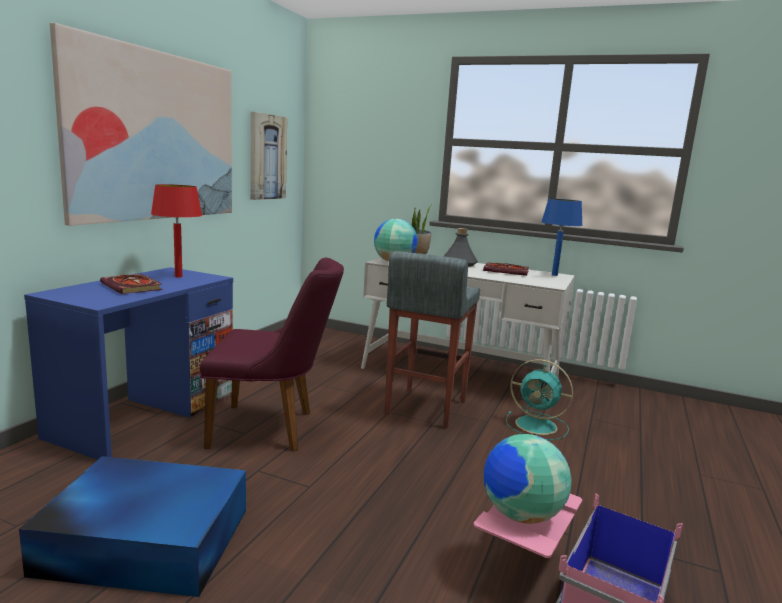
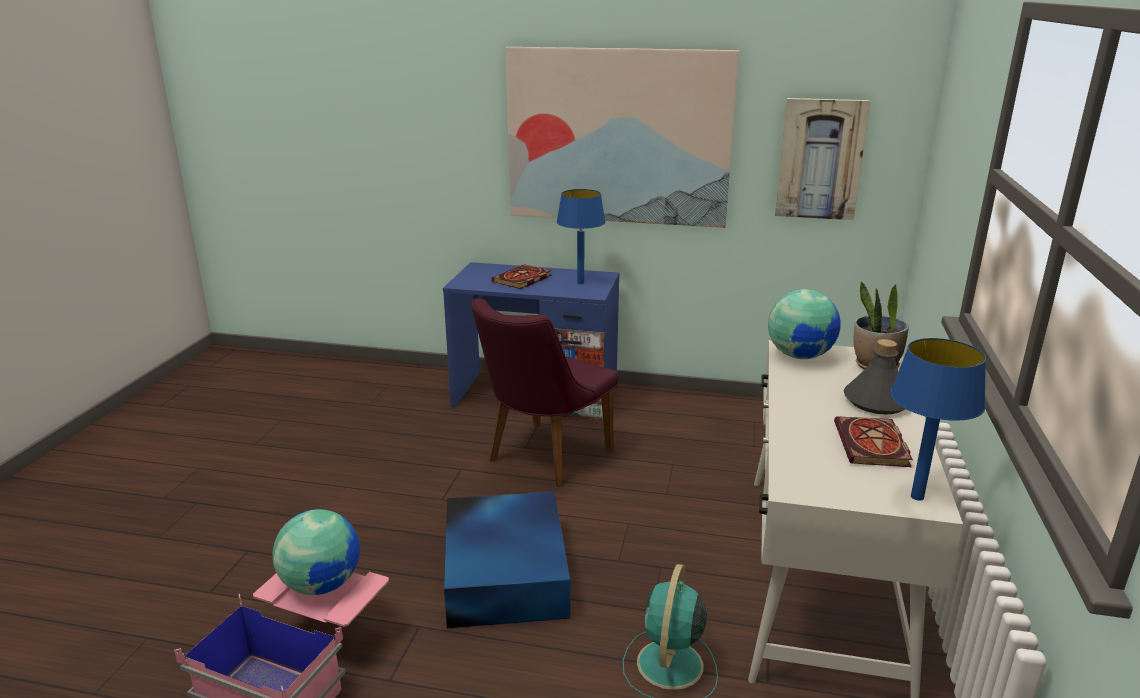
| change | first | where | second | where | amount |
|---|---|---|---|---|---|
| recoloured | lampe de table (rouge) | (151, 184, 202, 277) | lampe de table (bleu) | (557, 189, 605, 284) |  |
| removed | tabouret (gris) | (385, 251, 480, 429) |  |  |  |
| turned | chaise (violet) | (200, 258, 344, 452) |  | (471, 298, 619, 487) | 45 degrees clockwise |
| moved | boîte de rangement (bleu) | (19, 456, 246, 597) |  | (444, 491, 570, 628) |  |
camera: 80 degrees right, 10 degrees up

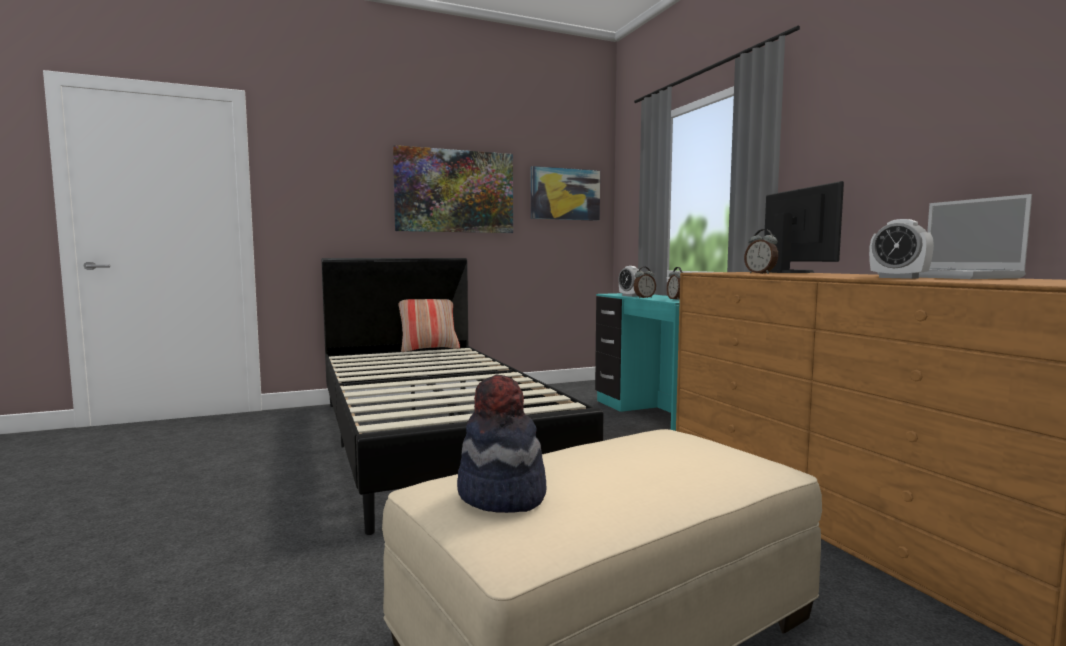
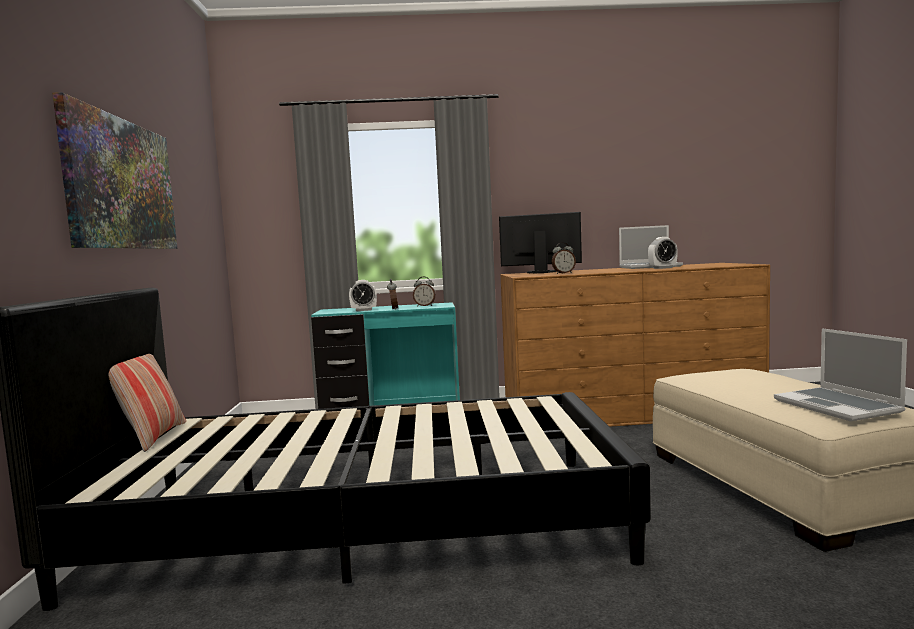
| change | first | where | second | where | amount |
|---|---|---|---|---|---|
| removed | tableau | (531, 166, 600, 221) |  |  |  |
| replaced | chapeau | (457, 374, 547, 513) | ordinateur portable | (774, 328, 907, 422) |  |
camera: 70 degrees left, 0 degrees up

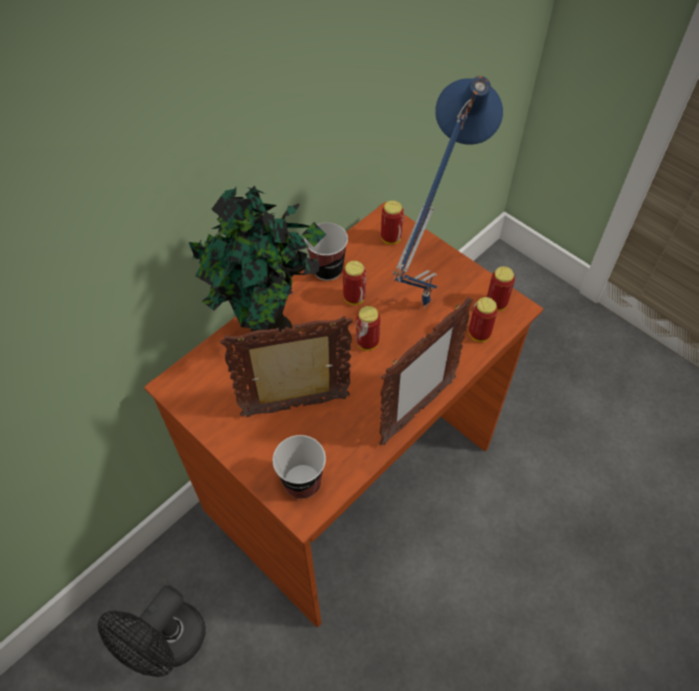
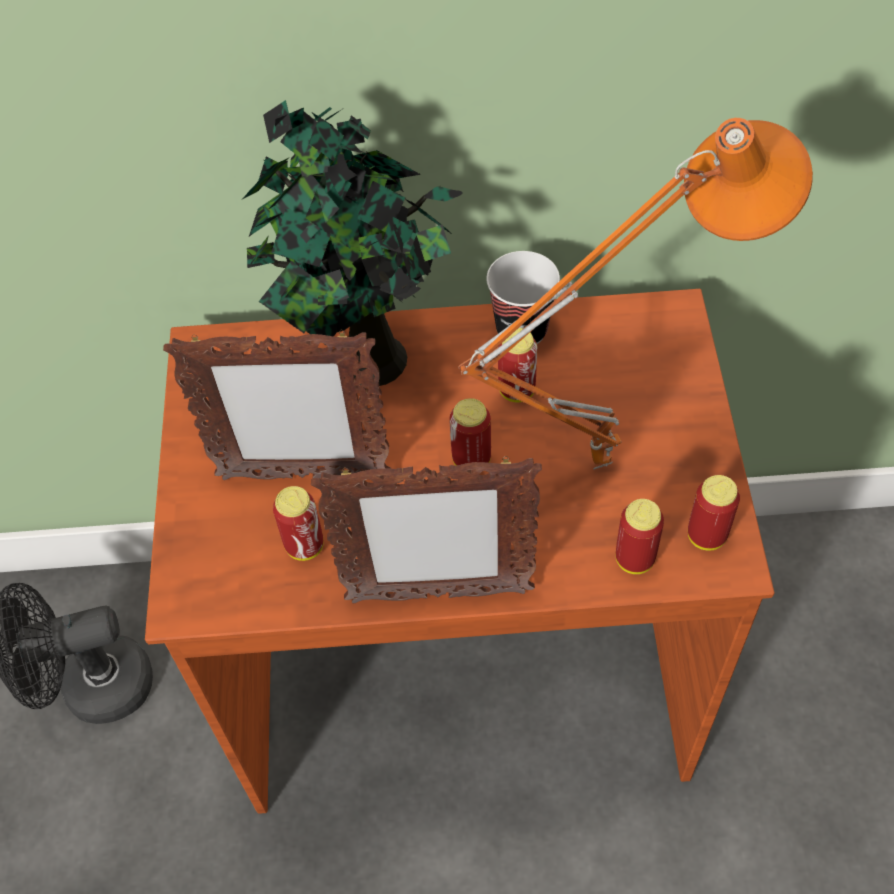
| change | first | where | second | where | amount |
|---|---|---|---|---|---|
| recoloured | lampe de table (bleu) | (393, 76, 503, 309) | lampe de table (orange) | (459, 118, 813, 470) |  |
| moved | boîte métallique | (381, 201, 404, 244) |  | (273, 486, 324, 561) |  |
| turned | cadre photo | (220, 316, 353, 417) |  | (163, 329, 392, 480) | 150 degrees clockwise |
| removed | tasse | (273, 435, 326, 499) |  |  |  |
camera: 45 degrees right, 0 degrees up

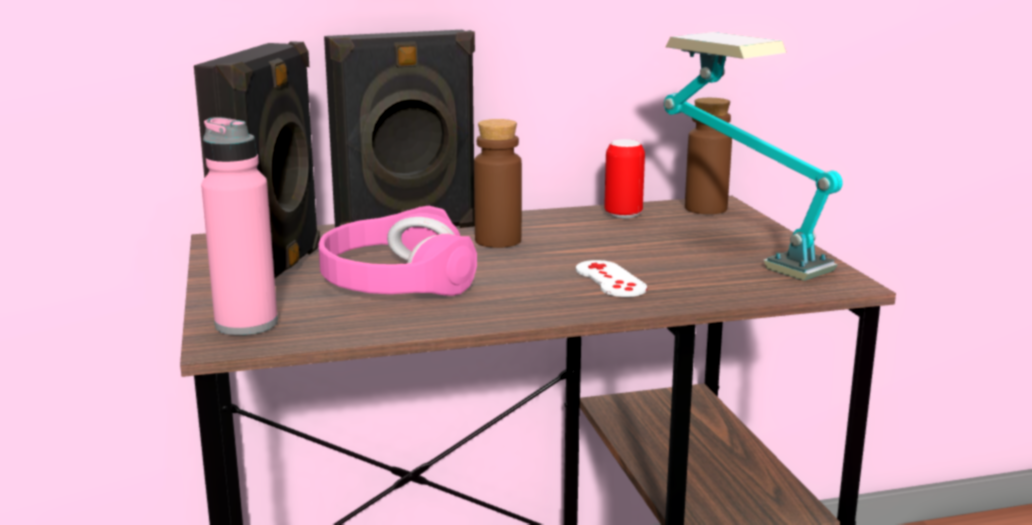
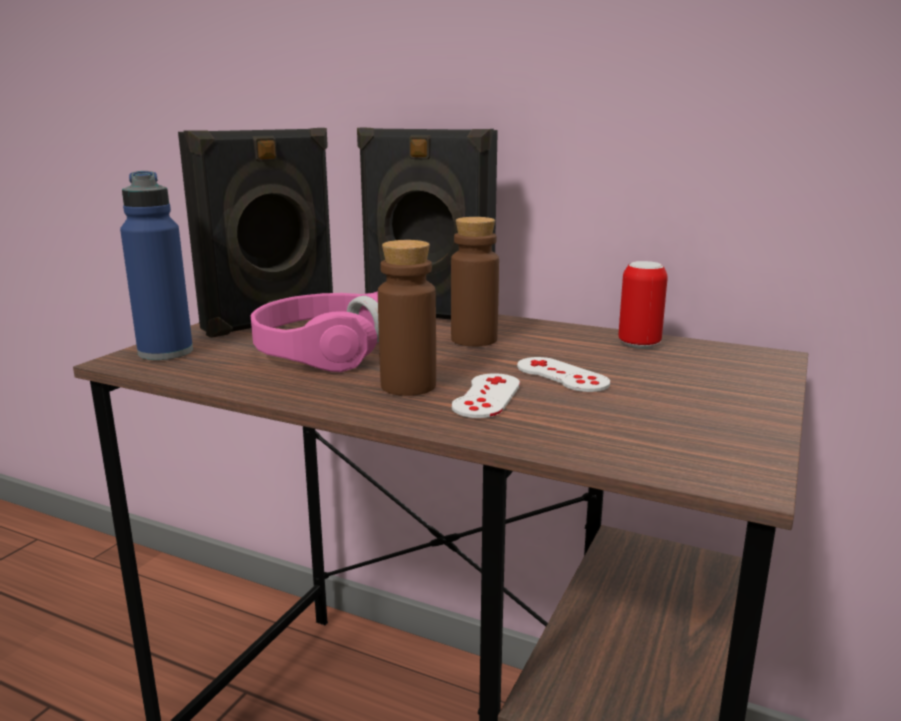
| change | first | where | second | where | amount |
|---|---|---|---|---|---|
| removed | lampe de table | (664, 32, 843, 281) |  |  |  |
| moved | bouteille (marron) | (685, 98, 732, 214) |  | (378, 240, 436, 396) |  |
| recoloured | bouteille (rose) | (201, 117, 278, 335) | bouteille (bleu) | (120, 171, 193, 360) |  |
| added |  |  | manette (blanc) | (517, 357, 610, 392) |  |
camera: 40 degrees right, 0 degrees up

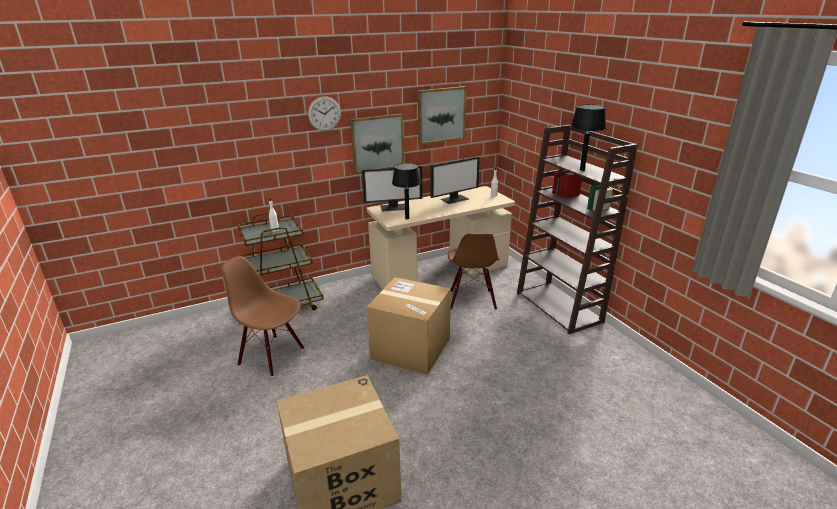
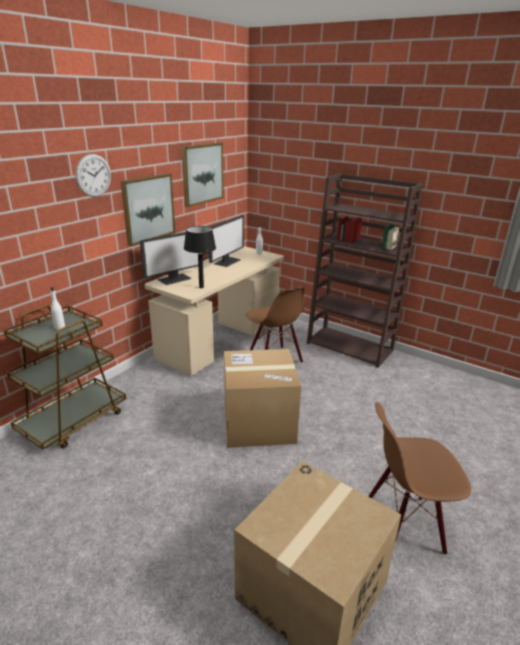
| change | first | where | second | where | amount |
|---|---|---|---|---|---|
| removed | lampe de table (noir) | (571, 104, 606, 171) |  |  |  |
| moved | chaise (marron) | (221, 256, 304, 377) |  | (369, 402, 471, 555) |  |
camera: 30 degrees left, 0 degrees up

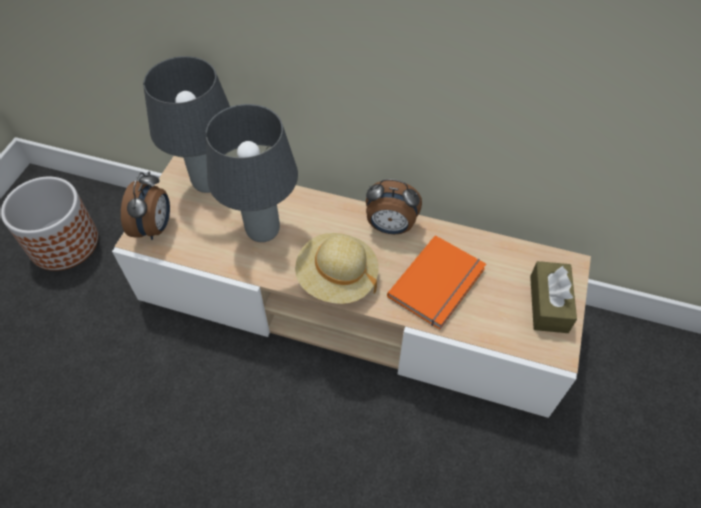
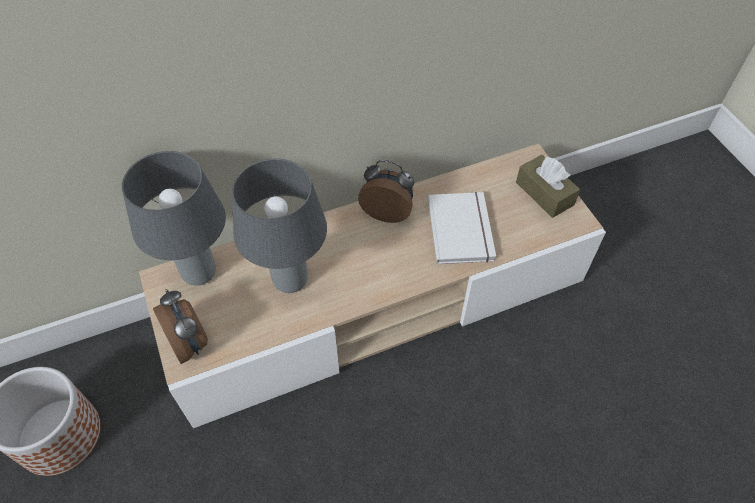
| change | first | where | second | where | amount |
|---|---|---|---|---|---|
| turned | réveil | (366, 179, 422, 234) |  | (358, 160, 414, 223) | 135 degrees counterclockwise |
| removed | chapeau (beige) | (295, 233, 379, 304) |  |  |  |
| recoloured | livre (orange) | (387, 235, 486, 329) | livre (blanc) | (428, 192, 496, 264) |  |
camera: 40 degrees left, 0 degrees up

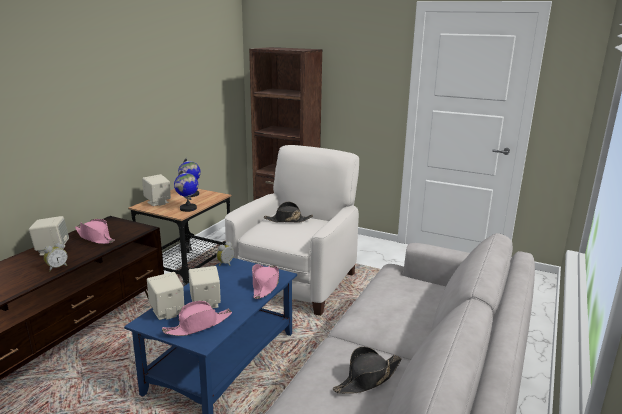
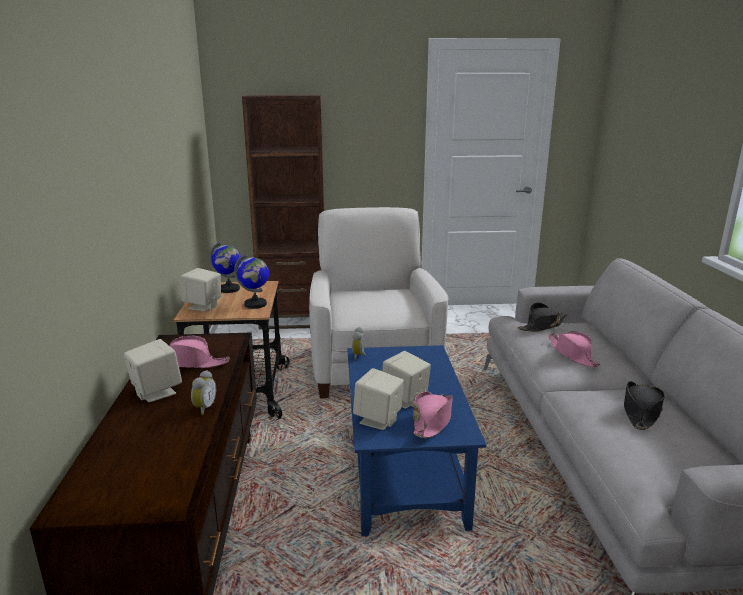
| change | first | where | second | where | amount |
|---|---|---|---|---|---|
| moved | chapeau (noir) | (264, 202, 313, 223) |  | (517, 302, 568, 332) |  |
| moved | chapeau (rose) | (252, 264, 279, 299) |  | (548, 331, 601, 367) |  |
camera: 30 degrees left, 0 degrees up

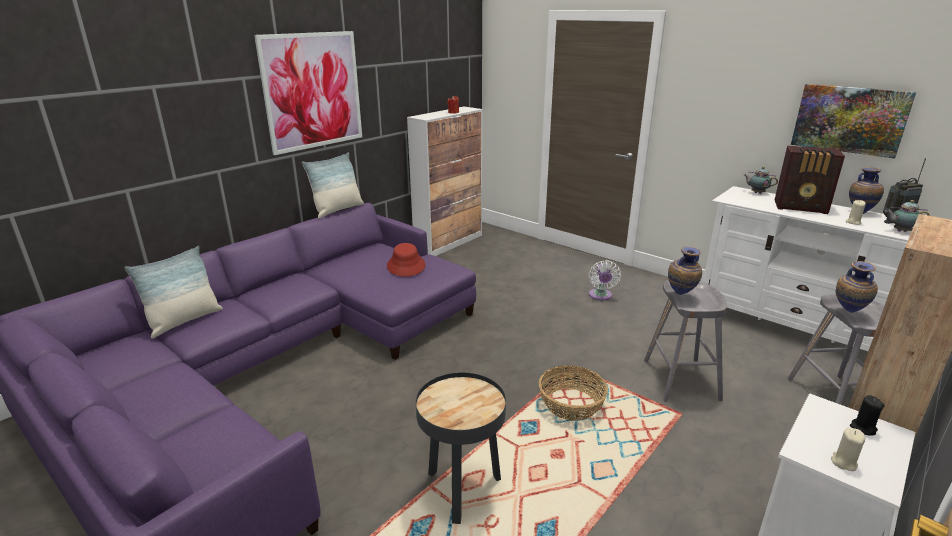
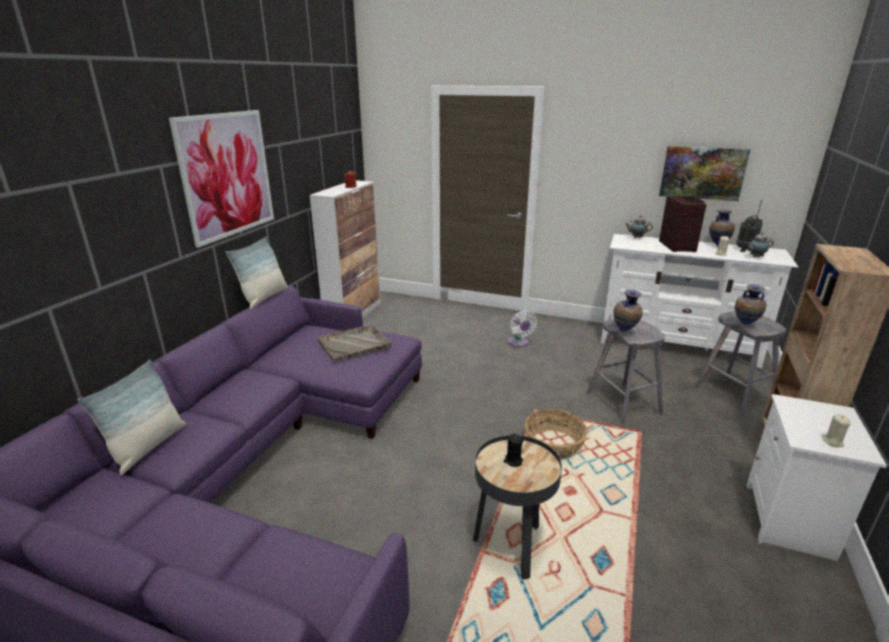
| change | first | where | second | where | amount |
|---|---|---|---|---|---|
| turned | radio | (775, 146, 845, 214) |  | (659, 196, 707, 252) | 90 degrees counterclockwise |
| replaced | chapeau (rouge) | (387, 243, 425, 277) | plateau (gris) | (317, 324, 391, 362) |  |
| moved | bougie (noir) | (850, 395, 885, 436) |  | (503, 434, 523, 467) |  |
camera: 20 degrees left, 0 degrees up

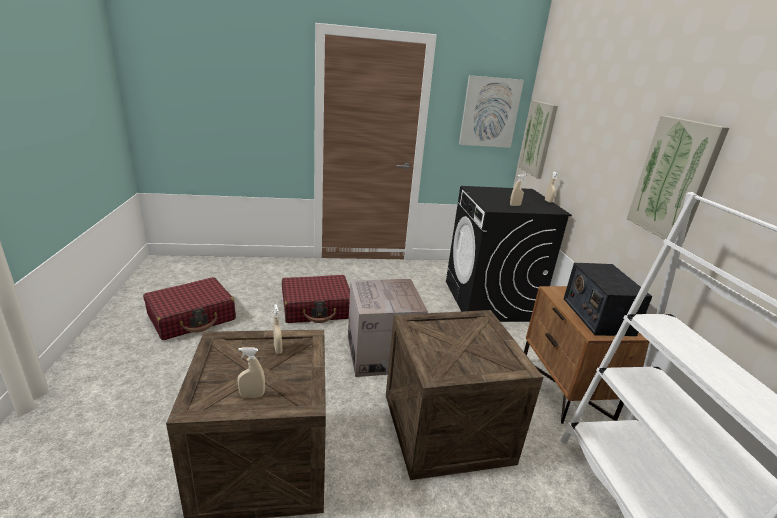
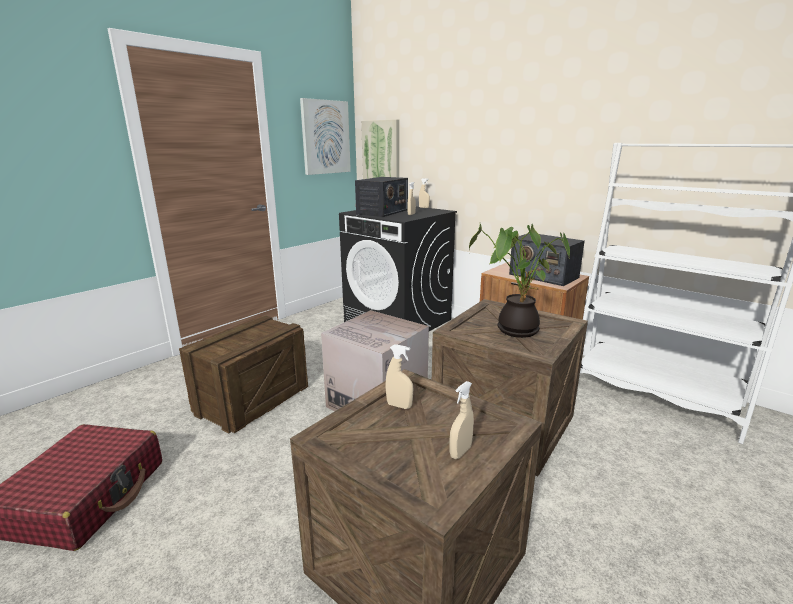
| change | first | where | second | where | amount |
|---|---|---|---|---|---|
| removed | tableau | (627, 116, 729, 243) |  |  |  |
| replaced | valise (rouge) | (282, 275, 350, 323) | caisse | (179, 315, 308, 433) |  |
| added |  |  | radio | (355, 177, 408, 217) |  |
| added |  |  | plante en pot | (469, 223, 570, 338) |  |
camera: 40 degrees left, 5 degrees down

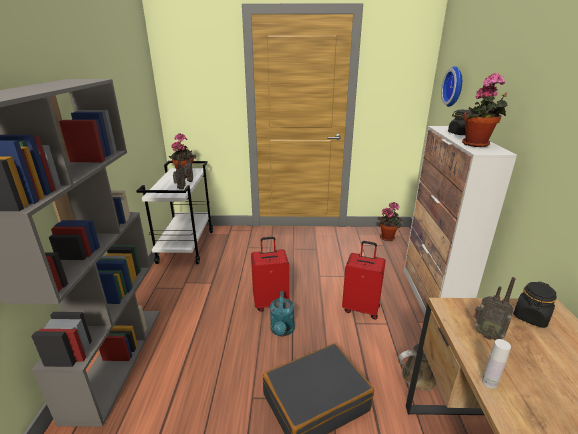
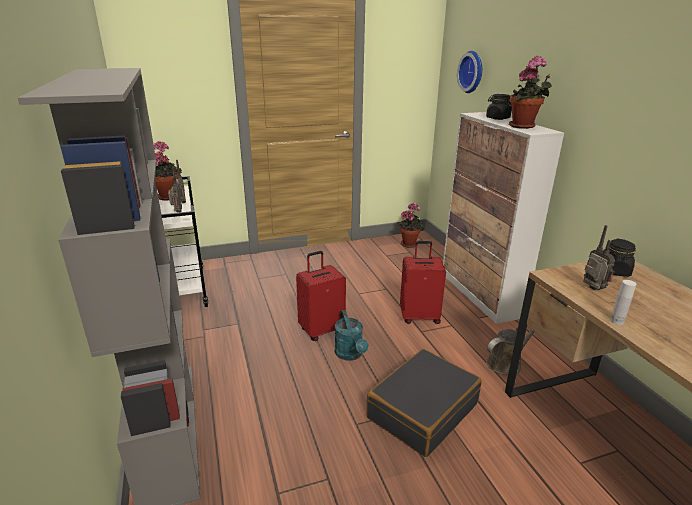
| change | first | where | second | where | amount |
|---|---|---|---|---|---|
| turned | radio | (473, 277, 516, 340) |  | (583, 225, 615, 290) | 135 degrees counterclockwise |
camera: 20 degrees left, 0 degrees up

